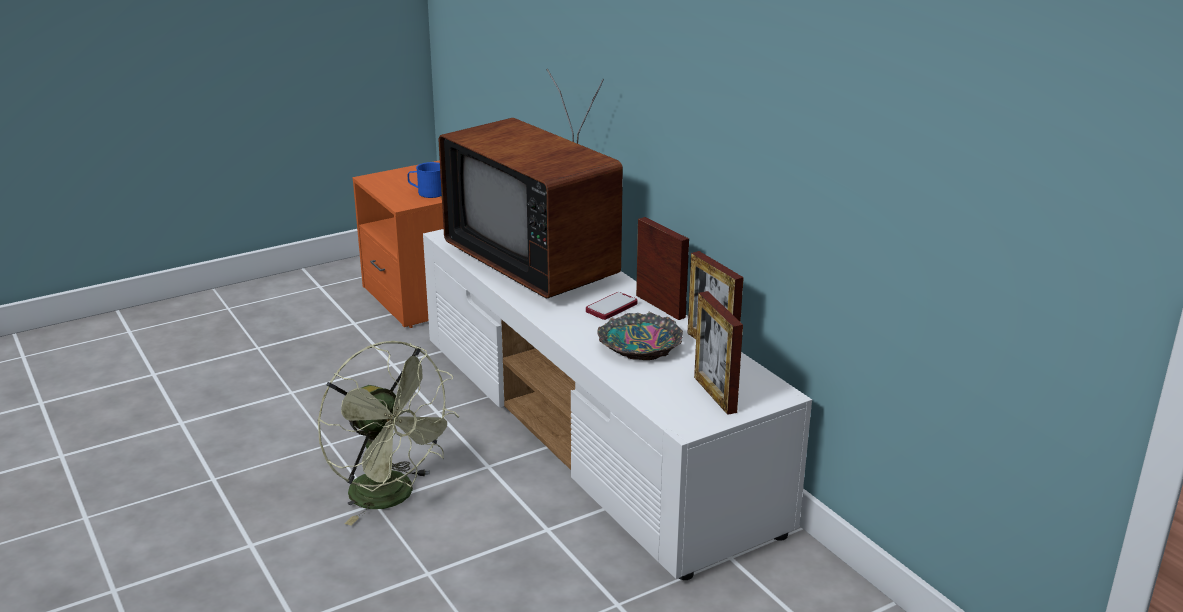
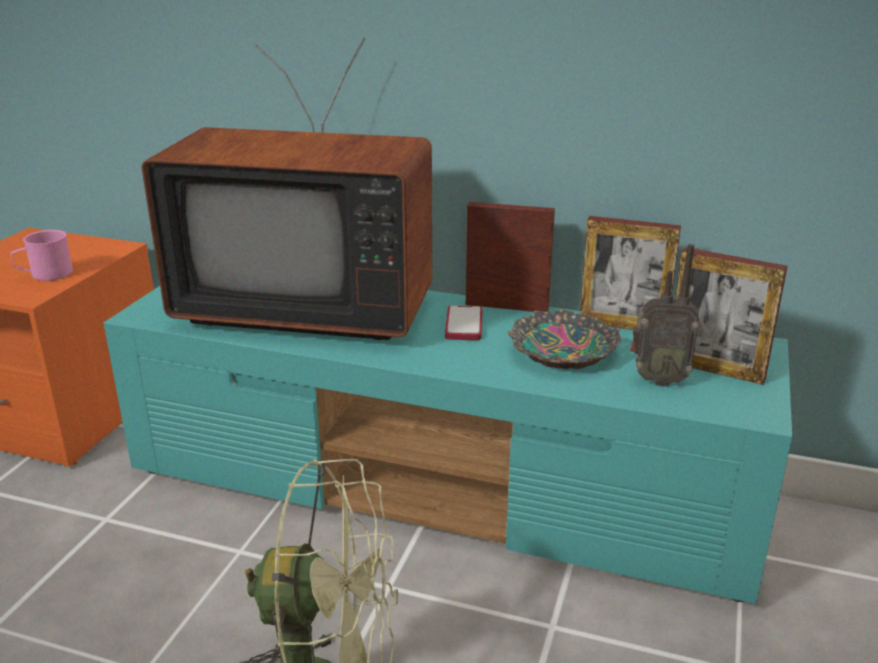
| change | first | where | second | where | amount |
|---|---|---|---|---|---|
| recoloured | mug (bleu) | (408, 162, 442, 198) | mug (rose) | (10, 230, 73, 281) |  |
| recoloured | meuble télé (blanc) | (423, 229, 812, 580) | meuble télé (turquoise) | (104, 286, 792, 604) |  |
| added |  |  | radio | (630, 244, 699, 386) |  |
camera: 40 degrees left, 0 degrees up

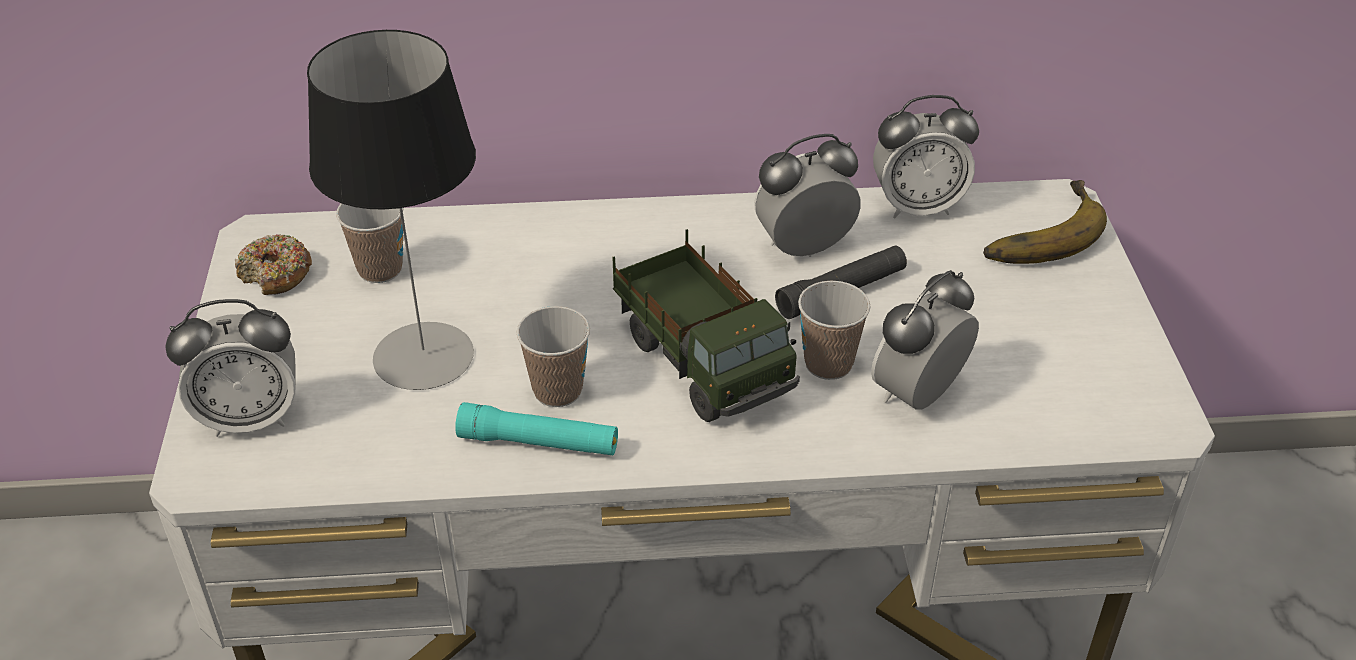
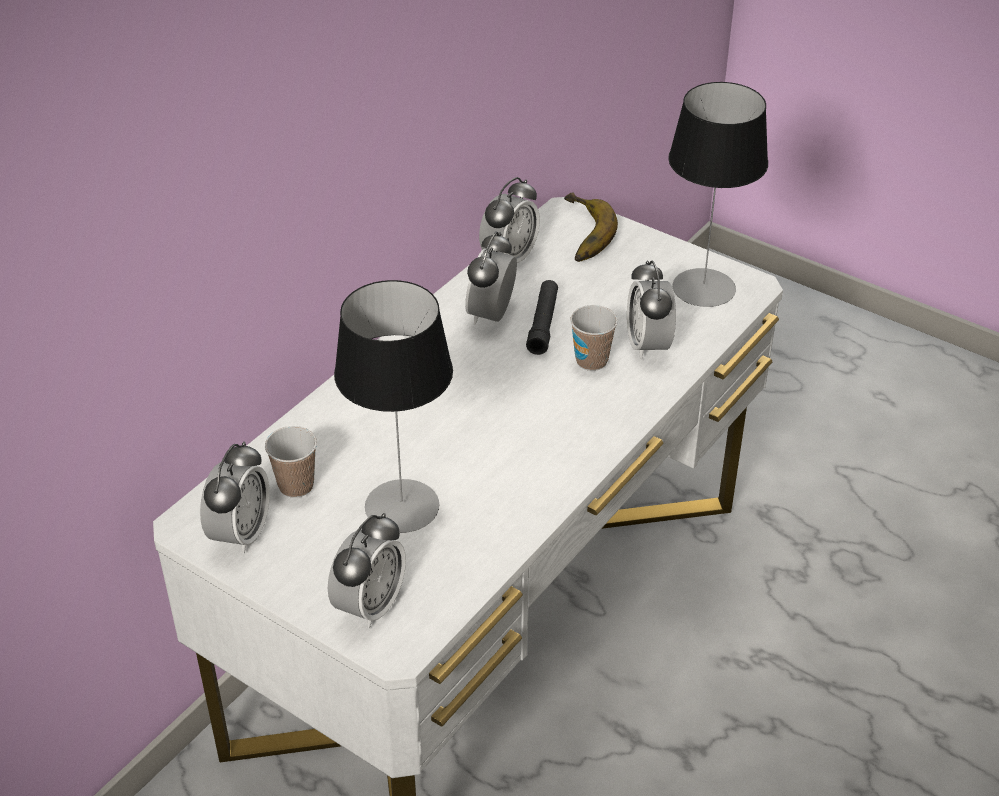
| change | first | where | second | where | amount |
|---|---|---|---|---|---|
| removed | camion jouet | (612, 229, 800, 422) |  |  |  |
| replaced | beignet | (235, 234, 312, 295) | réveil | (200, 442, 270, 554) |  |
| removed | tasse | (516, 306, 590, 407) |  |  |  |
| removed | lampe de poche (turquoise) | (455, 402, 618, 455) |  |  |  |
| added |  |  | lampe de table | (668, 82, 768, 307) |  |
camera: 50 degrees left, 0 degrees up

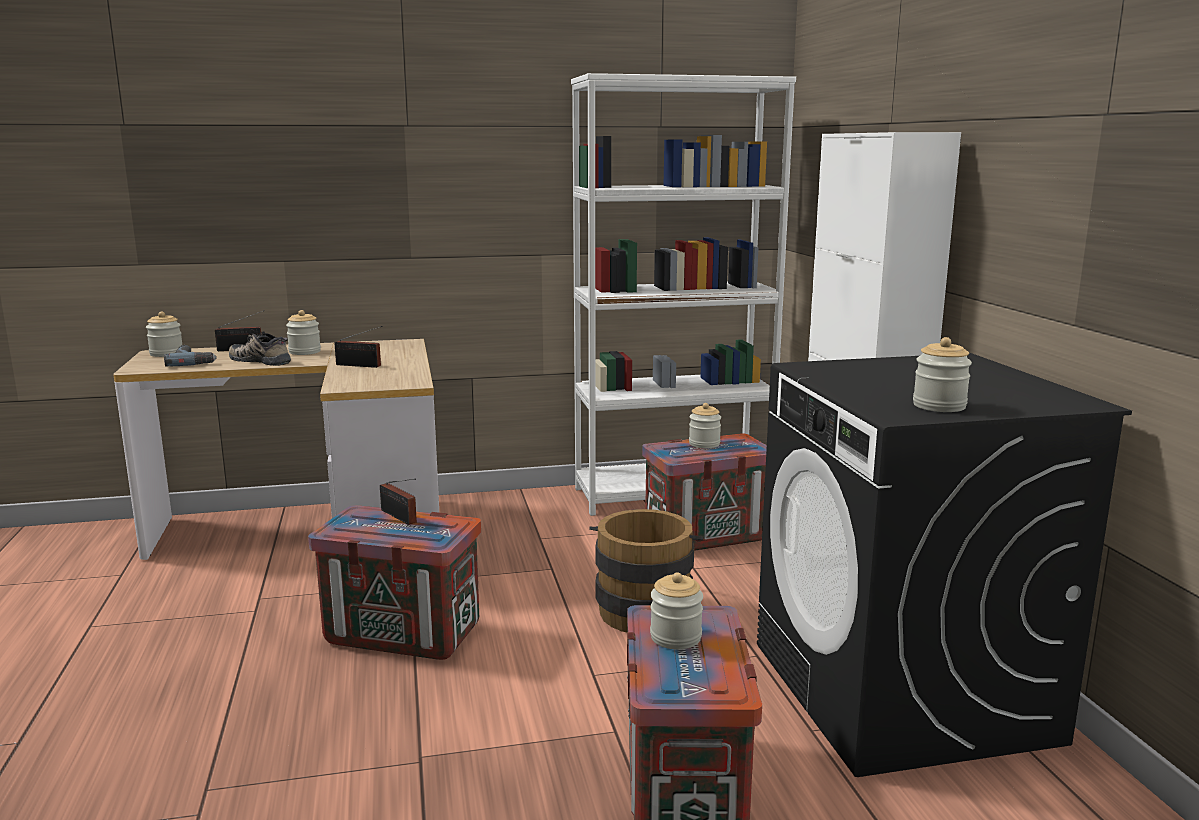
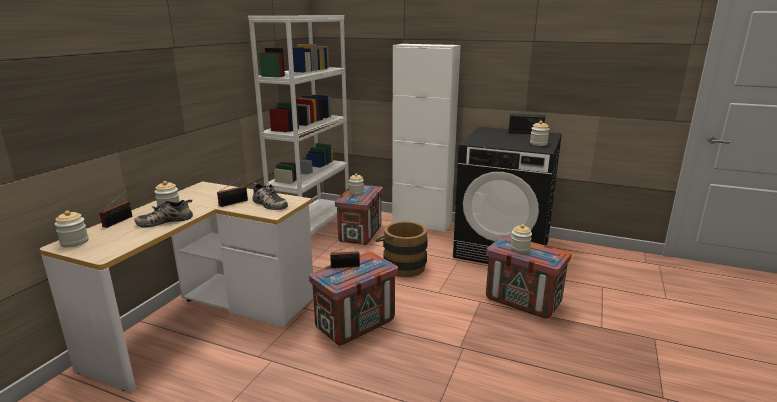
| change | first | where | second | where | amount |
|---|---|---|---|---|---|
| removed | perceuse | (164, 345, 217, 367) |  |  |  |
| added |  |  | radio | (509, 113, 545, 134) |  |
| added |  |  | chaussure | (252, 182, 288, 210) |  |
camera: 55 degrees left, 5 degrees up

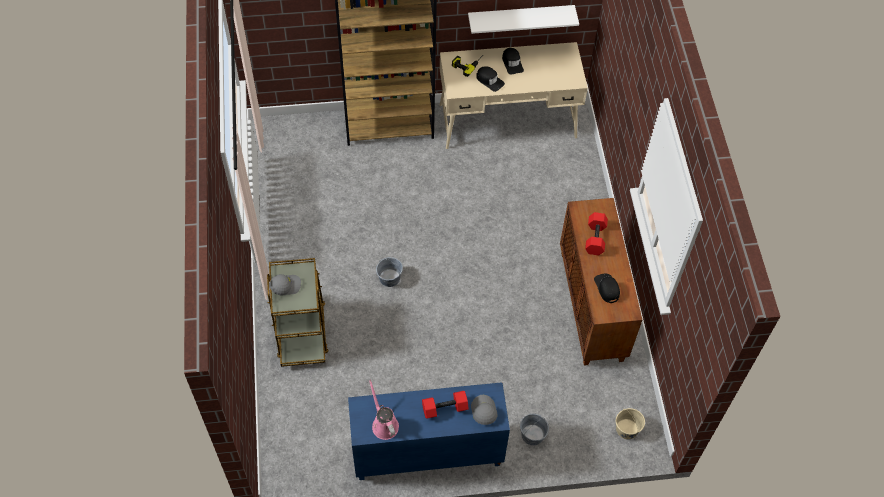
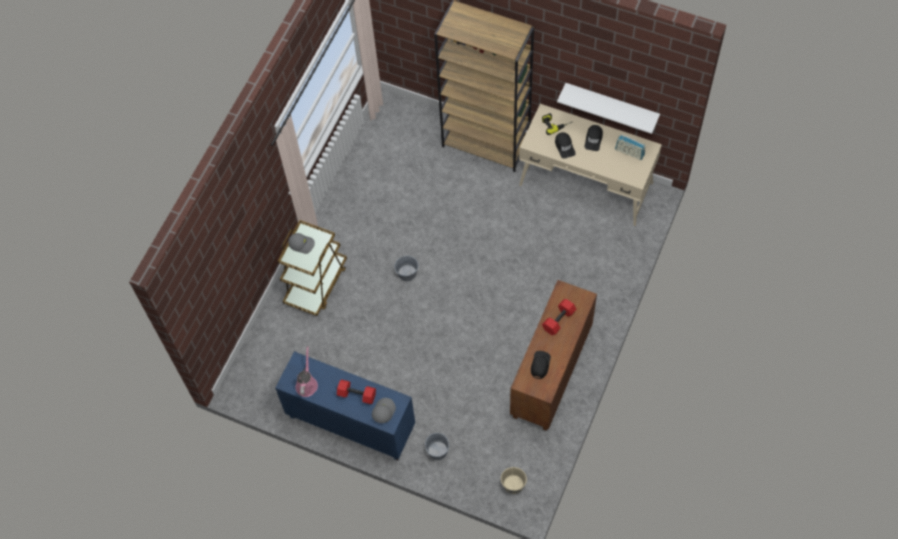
| change | first | where | second | where | amount |
|---|---|---|---|---|---|
| added |  |  | radio | (615, 135, 645, 160) |  |
camera: 35 degrees right, 5 degrees up

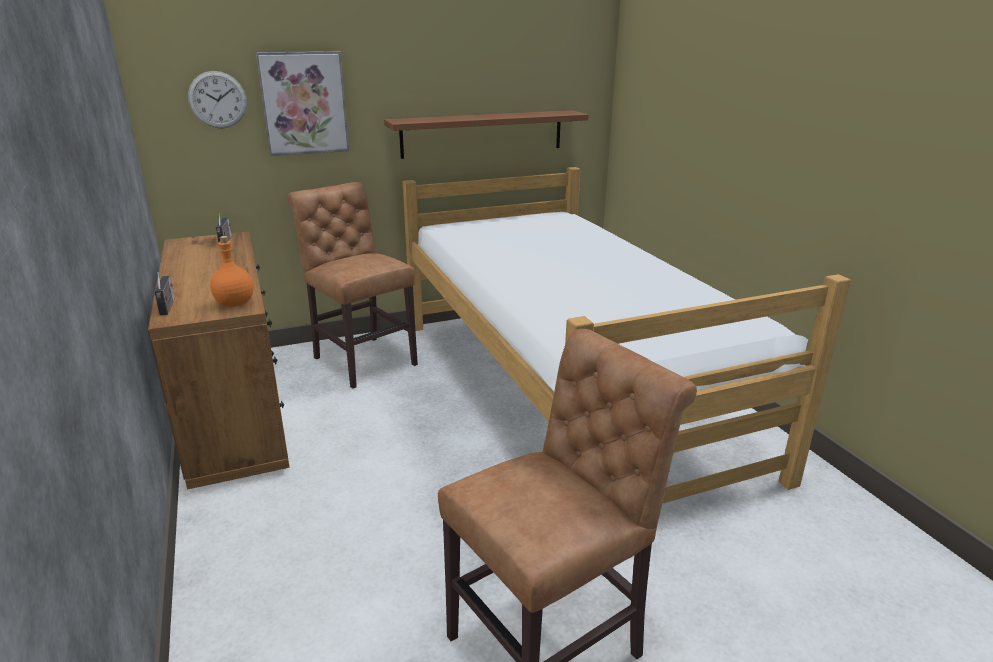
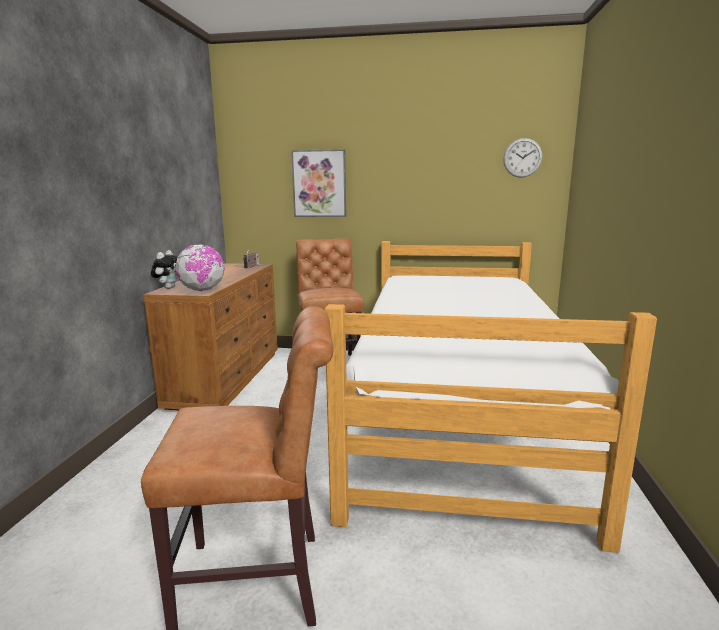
| change | first | where | second | where | amount |
|---|---|---|---|---|---|
| moved | horloge murale | (188, 71, 247, 128) |  | (503, 138, 543, 178) |  |
| removed | étagère (marron) | (384, 110, 589, 159) |  |  |  |
| replaced | bouteille (orange) | (210, 236, 254, 307) | globe | (175, 244, 225, 291) |  |
| replaced | radio | (154, 272, 175, 315) | peluche | (151, 250, 178, 289) |  |
camera: 30 degrees right, 10 degrees down

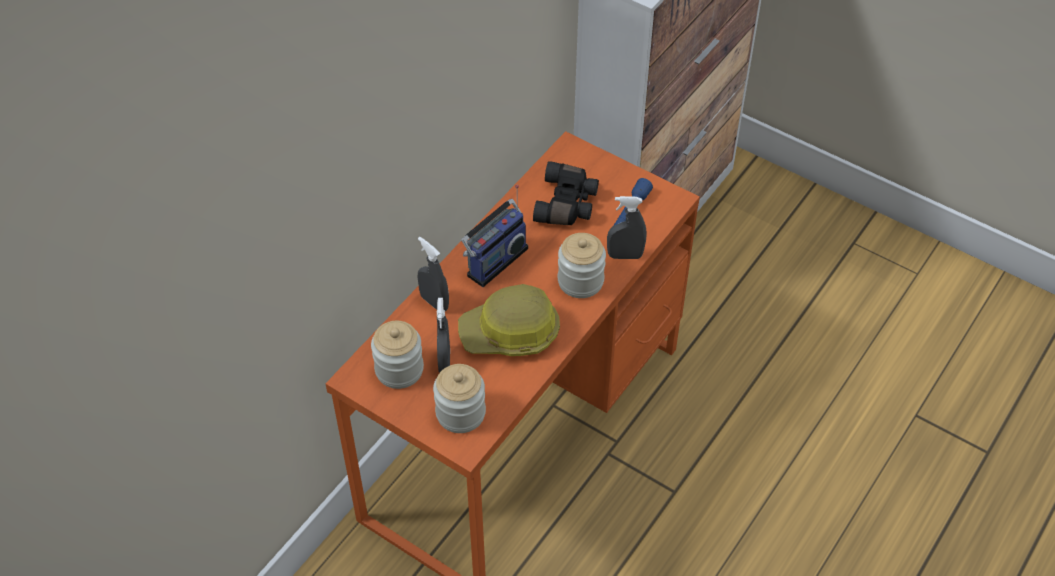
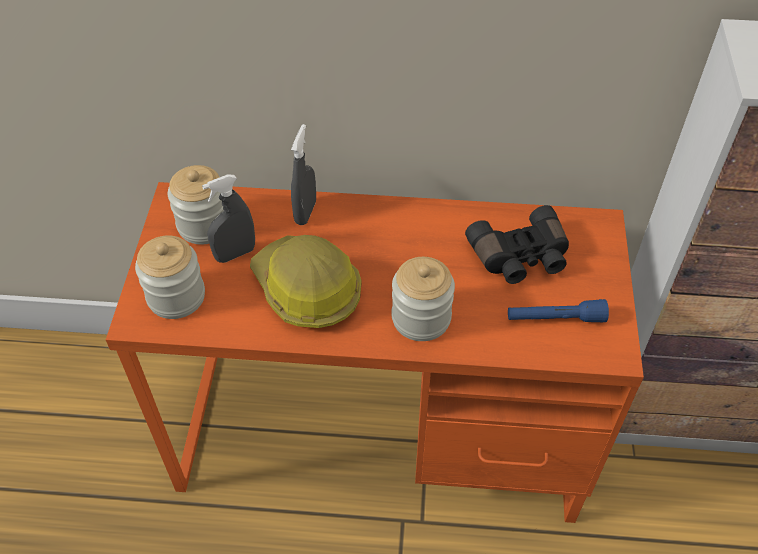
| change | first | where | second | where | amount |
|---|---|---|---|---|---|
| removed | radio | (461, 185, 528, 287) |  |  |  |
| removed | vaporisateur (gris) | (607, 196, 646, 259) |  |  |  |
camera: 60 degrees right, 0 degrees up

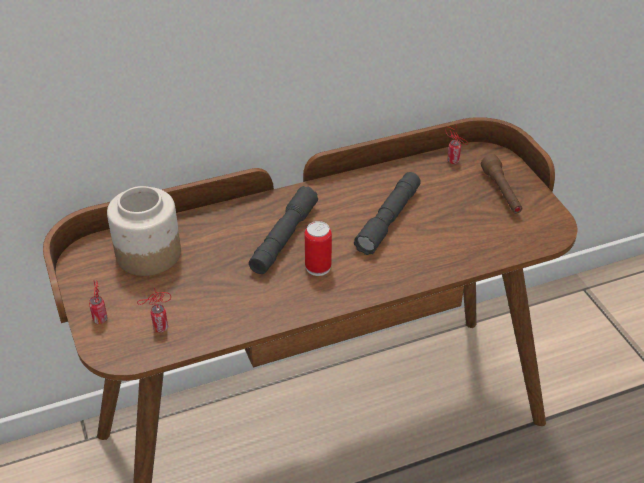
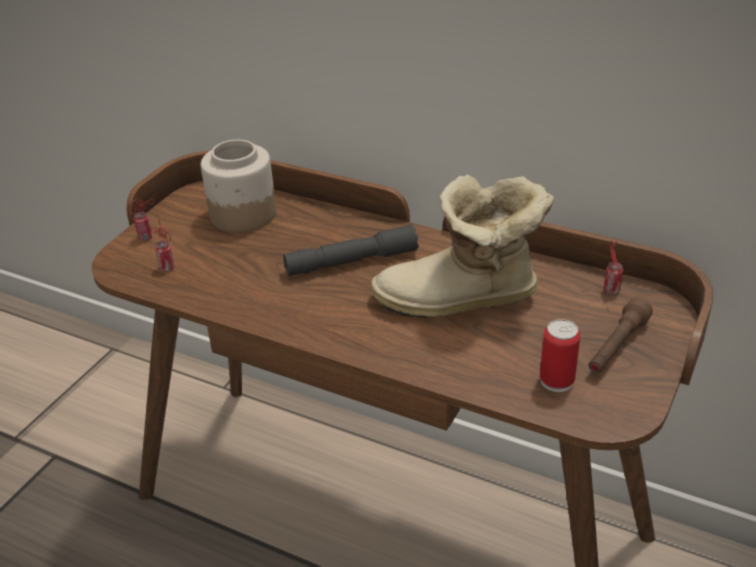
| change | first | where | second | where | amount |
|---|---|---|---|---|---|
| replaced | lampe de poche (gris) | (354, 172, 421, 255) | botte | (371, 175, 554, 318) |  |
| moved | boîte métallique | (305, 221, 332, 276) |  | (540, 319, 580, 392) |  |
camera: 50 degrees right, 5 degrees down

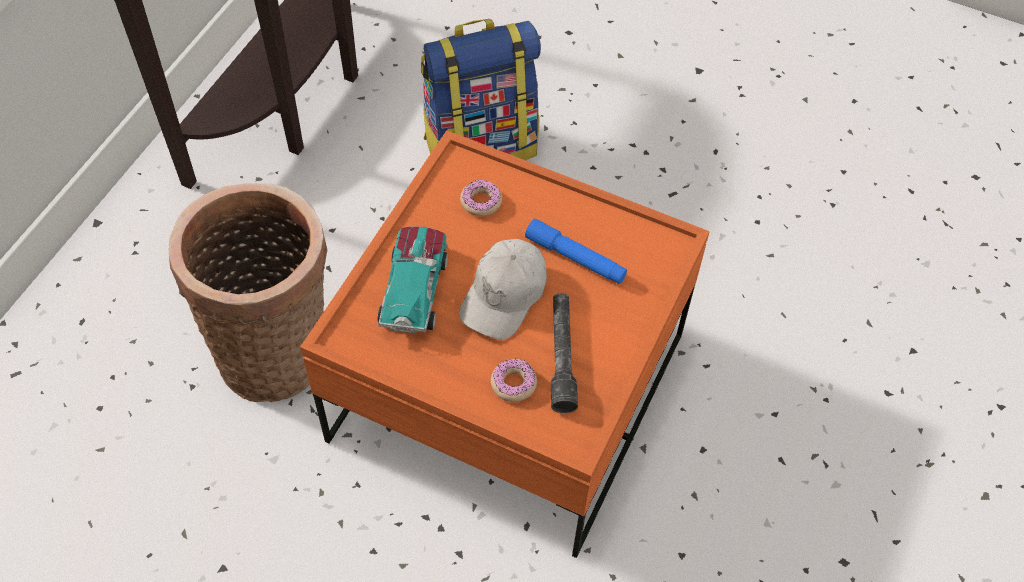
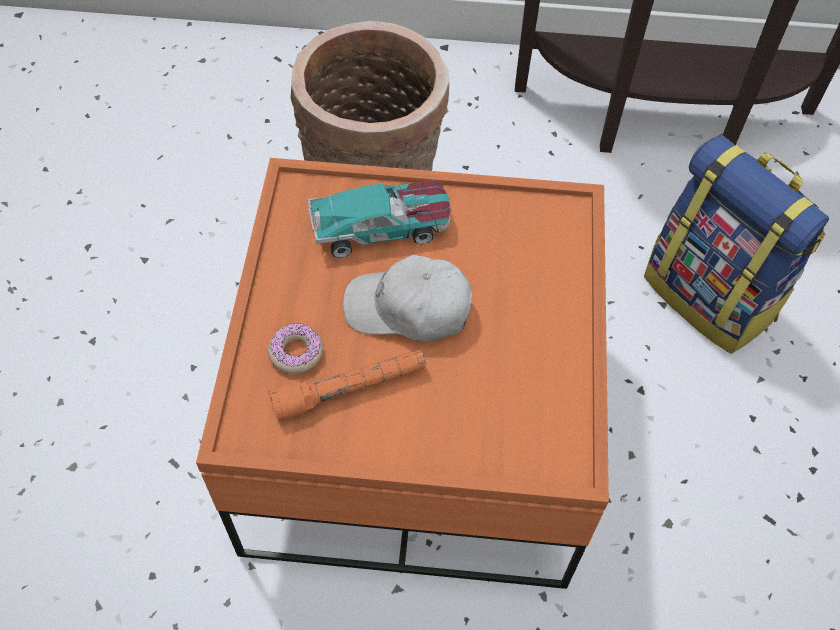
| change | first | where | second | where | amount |
|---|---|---|---|---|---|
| removed | beignet | (460, 180, 502, 216) |  |  |  |
| removed | lampe de poche (bleu) | (525, 218, 627, 284) |  |  |  |
| recoloured | lampe de poche (gris) | (551, 293, 578, 413) | lampe de poche (orange) | (269, 350, 426, 421) |  |
camera: 70 degrees right, 0 degrees up

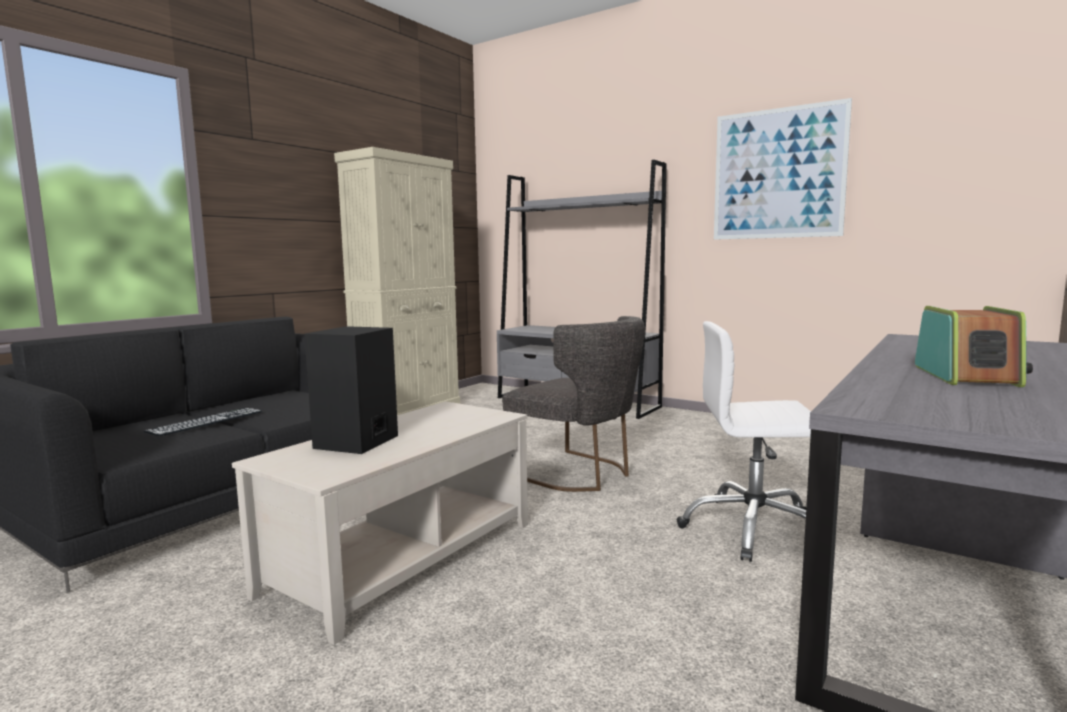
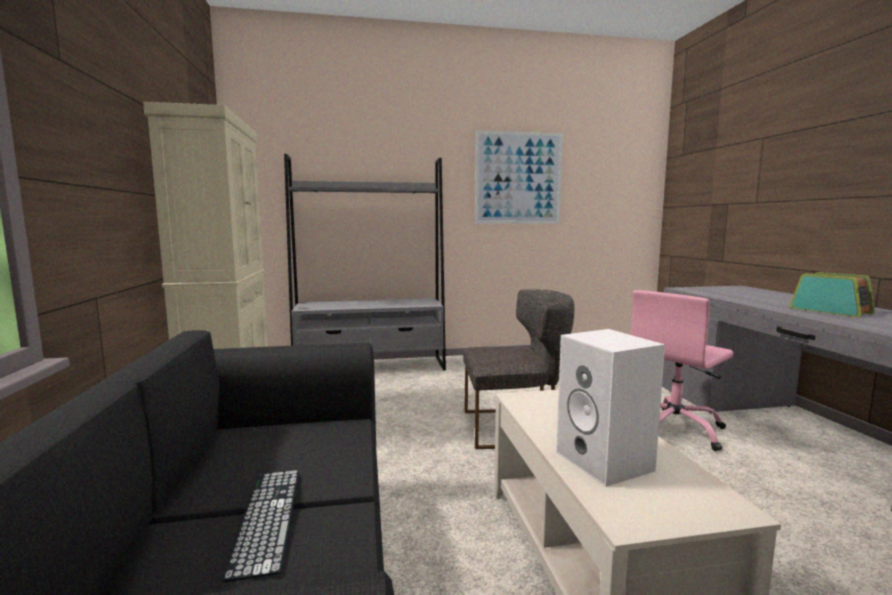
| change | first | where | second | where | amount |
|---|---|---|---|---|---|
| recoloured | chaise de bureau (blanc) | (677, 321, 836, 562) | chaise de bureau (rose) | (631, 290, 734, 451) |  |
| recoloured | enceinte (noir) | (304, 326, 398, 454) | enceinte (blanc) | (556, 329, 665, 487) |  |
camera: 45 degrees left, 0 degrees up

